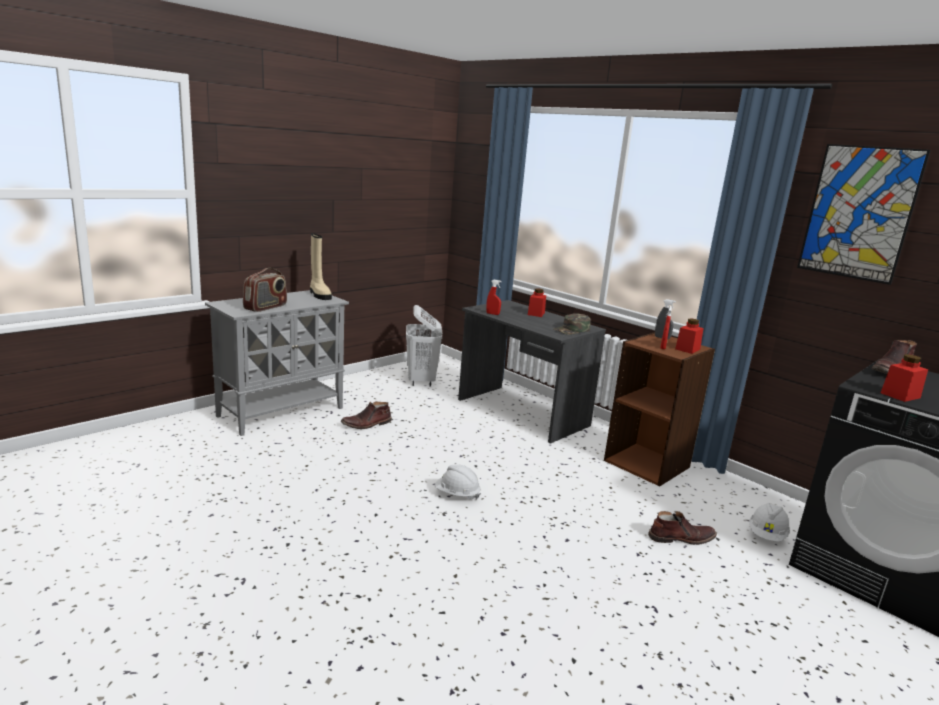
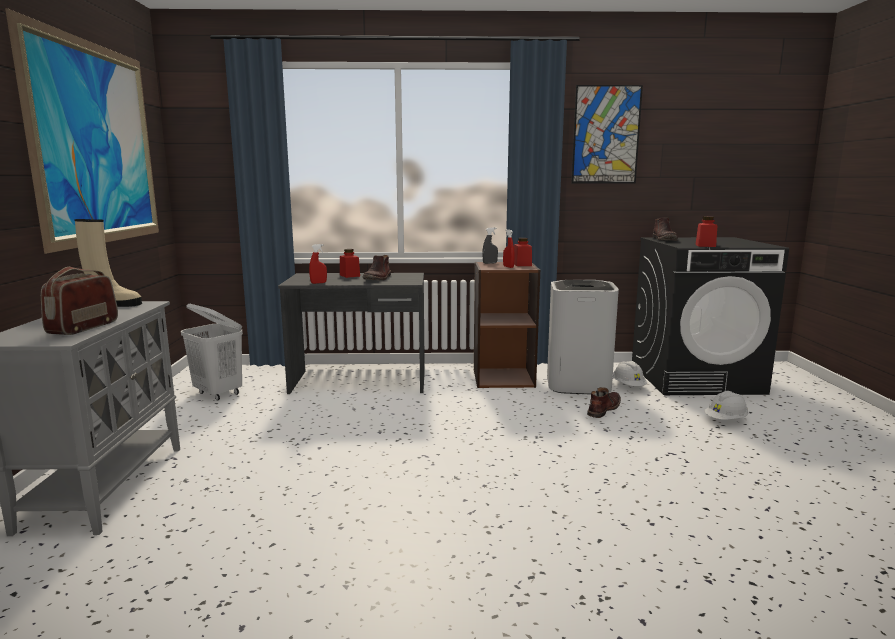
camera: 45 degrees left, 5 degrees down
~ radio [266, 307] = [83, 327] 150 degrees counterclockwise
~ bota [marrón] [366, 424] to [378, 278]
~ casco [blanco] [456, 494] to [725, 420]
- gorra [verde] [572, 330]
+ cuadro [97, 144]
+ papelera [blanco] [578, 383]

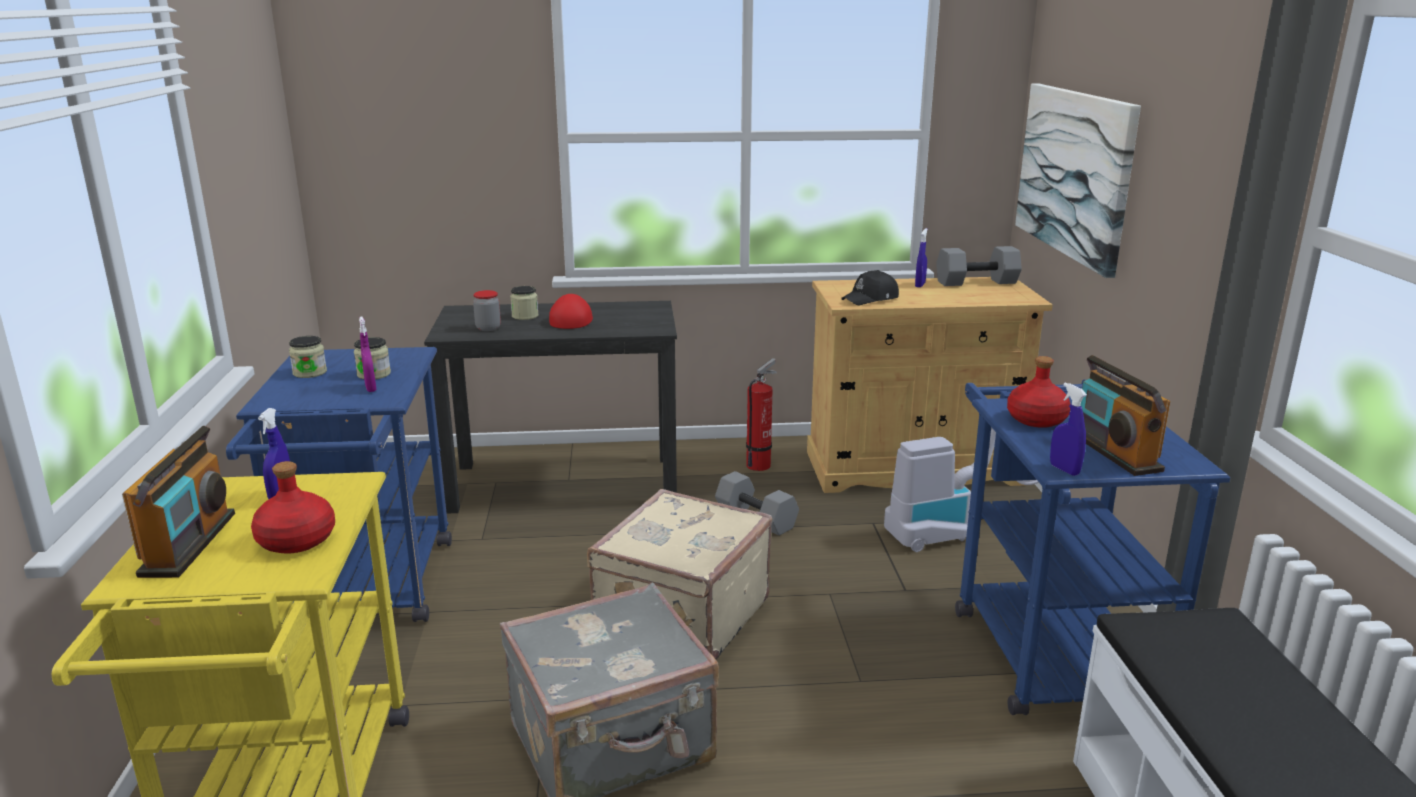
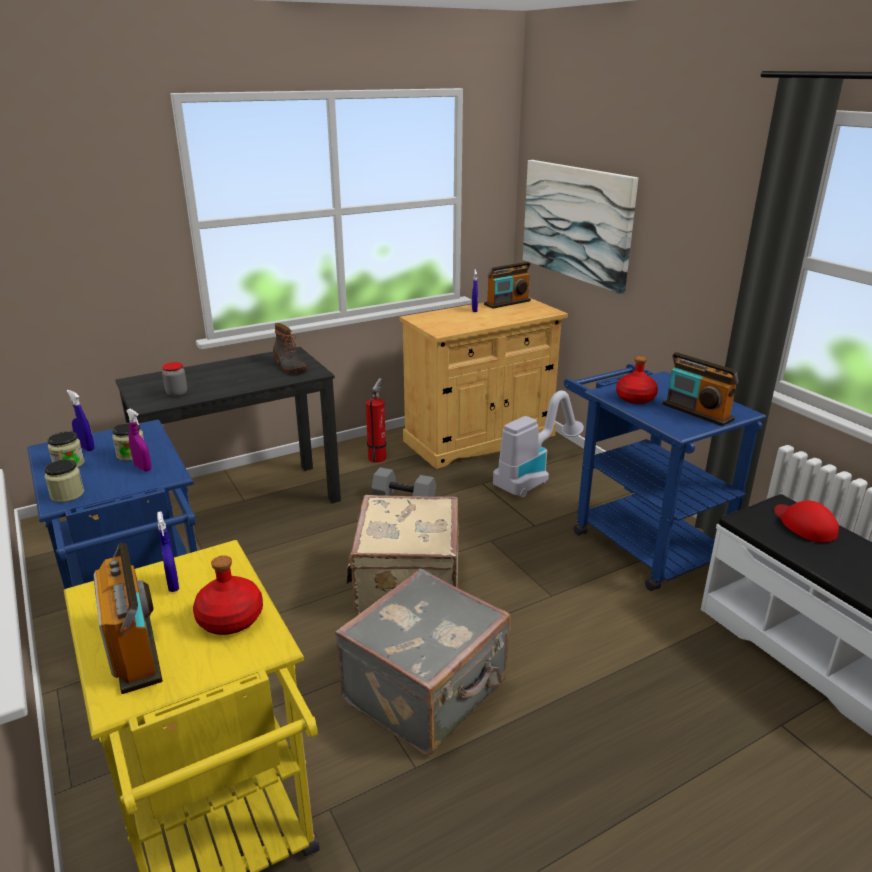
camera: 25 degrees left, 5 degrees up
~ tarro [525, 316] to [67, 494]
~ gorra [rojo] [572, 319] to [804, 524]
- gorra [negro] [871, 299]
~ mancuerna [gris] [977, 282] to radio [507, 303]
~ pulverizador [azul] [1064, 469] to [86, 448]
+ bota [289, 366]

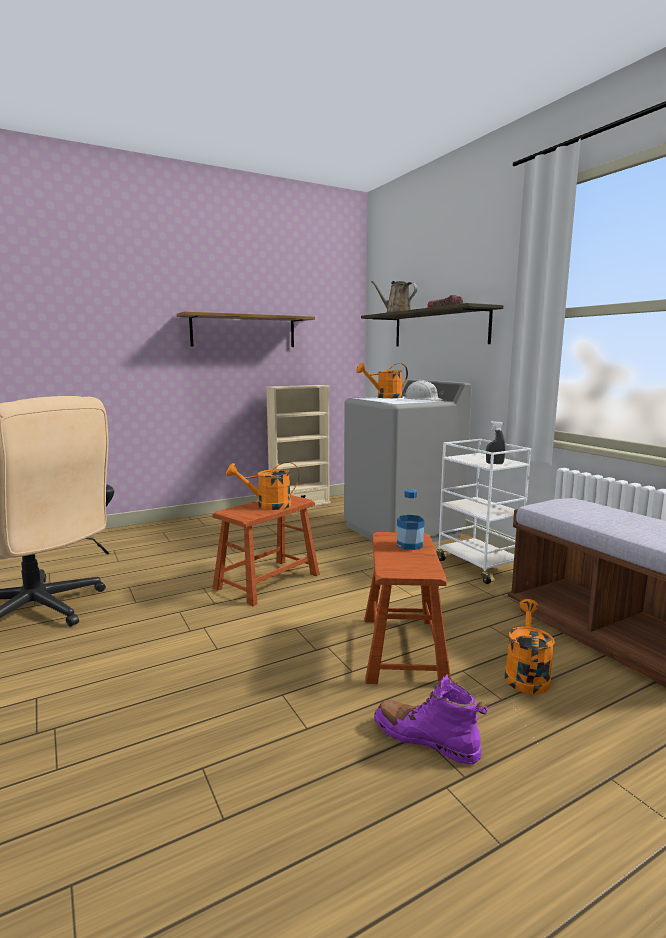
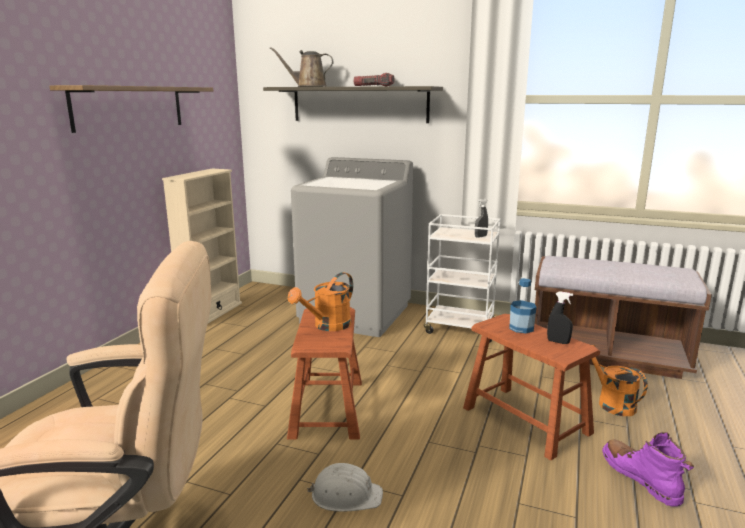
camera: 40 degrees left, 5 degrees up
- regadera [naranja] [385, 397]
~ bota [morado] [426, 739] = [640, 478] 75 degrees clockwise
~ casco [blanco] [423, 400] to [346, 495]
+ pulverizador [negro] [558, 342]

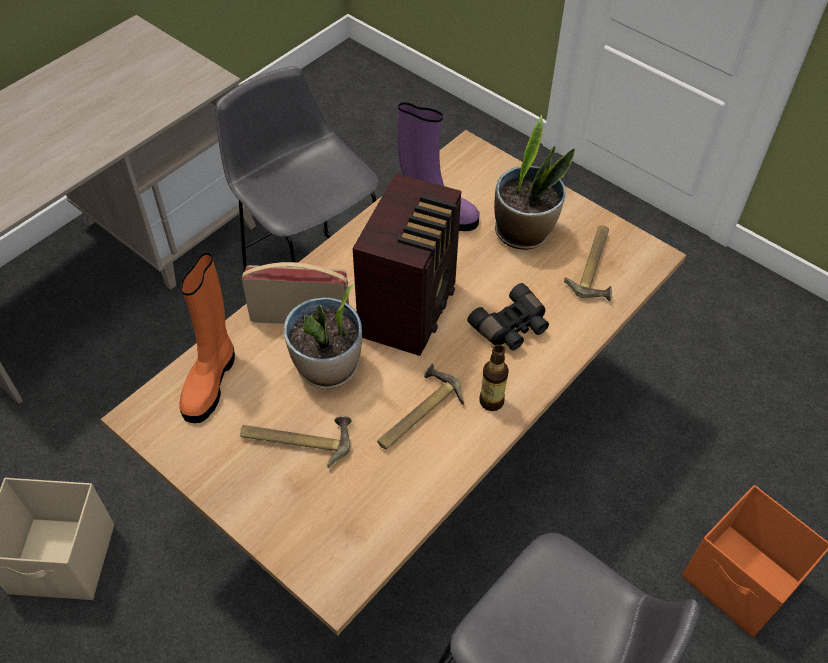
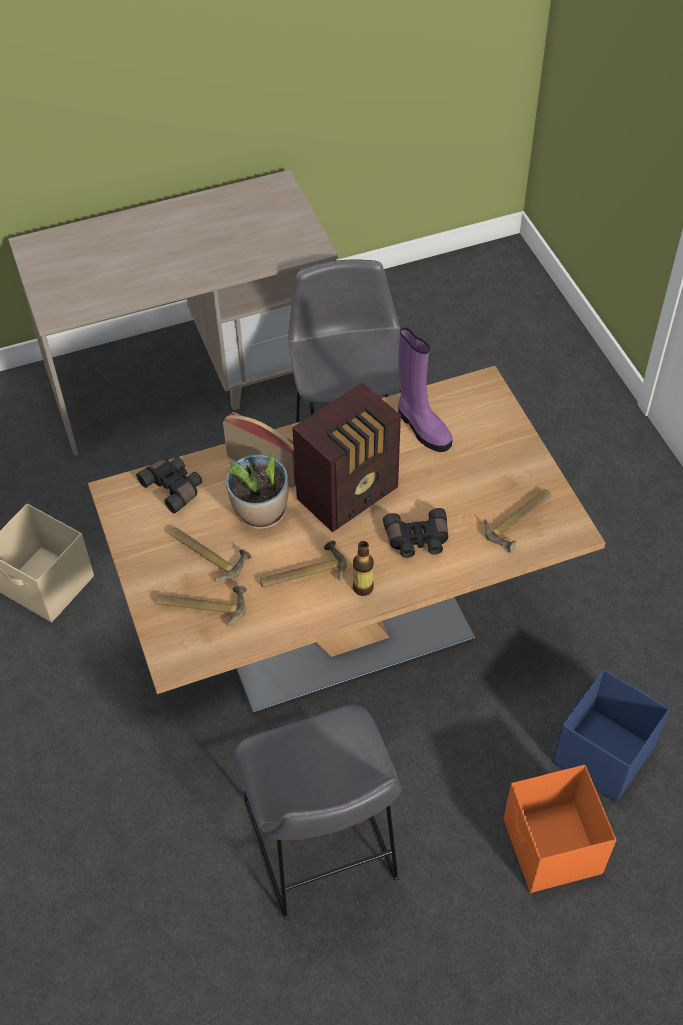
camera: 30 degrees right, 0 degrees up
~ bota [naranja] [210, 381] to prismáticos [negro] [174, 488]
- planta en maceta [523, 232]
+ martillo [202, 604]
+ caja de almacenaje [azul] [602, 756]

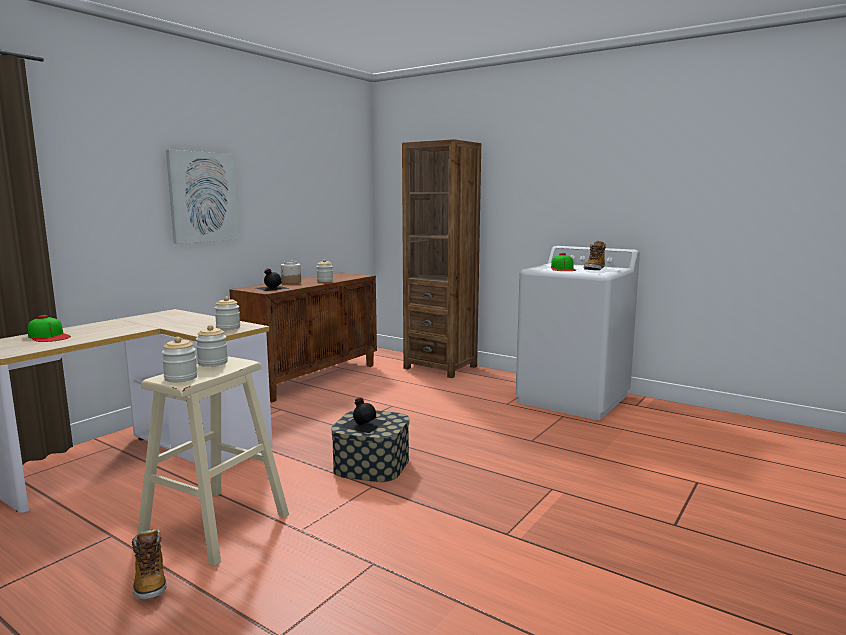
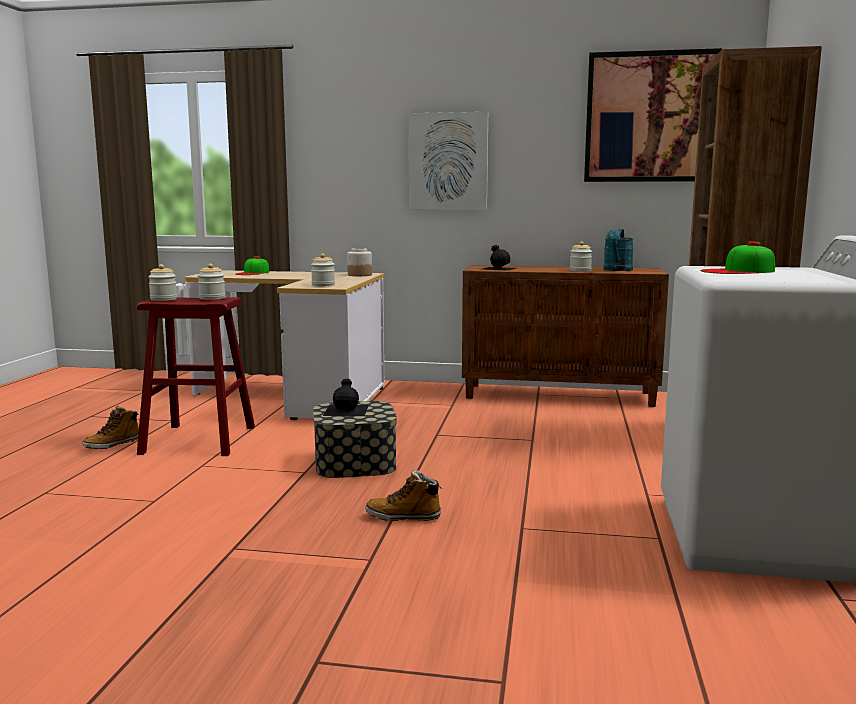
camera: 65 degrees right, 0 degrees up
~ taburete [beis] [215, 525] to taburete [rojo] [198, 440]
~ tarro [291, 282] to [359, 275]
~ bota [594, 269] to [403, 517]
+ cuadro [650, 117]
+ regadera [turquesa] [617, 270]

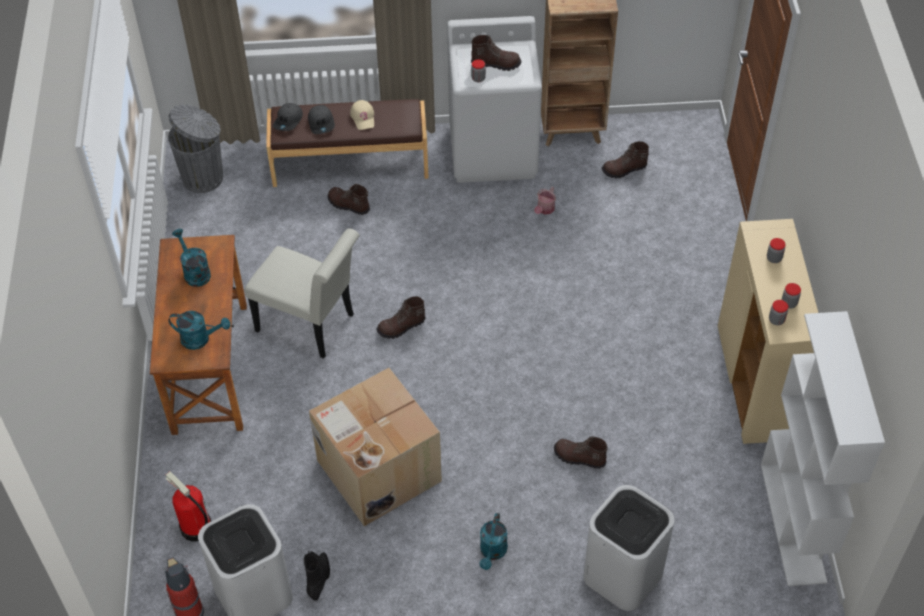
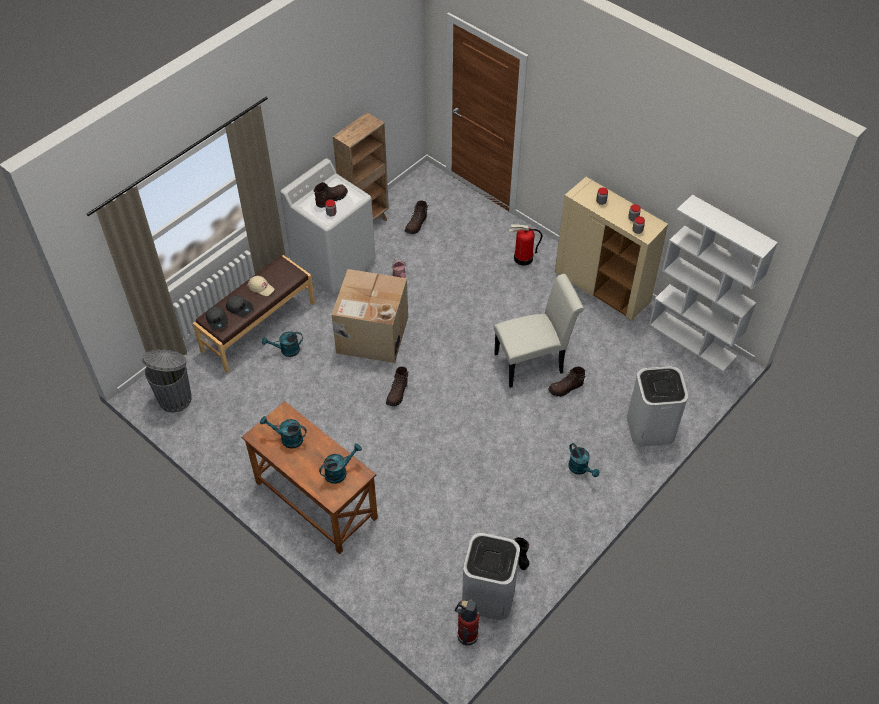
camera: 45 degrees left, 0 degrees up
~ extintor [195, 527] to [523, 258]
~ silla [blanco] [311, 325] to [533, 362]
~ caja de cartón [377, 470] to [371, 335]
~ bota [marrón] [348, 205] to regadera [turquesa] [286, 350]

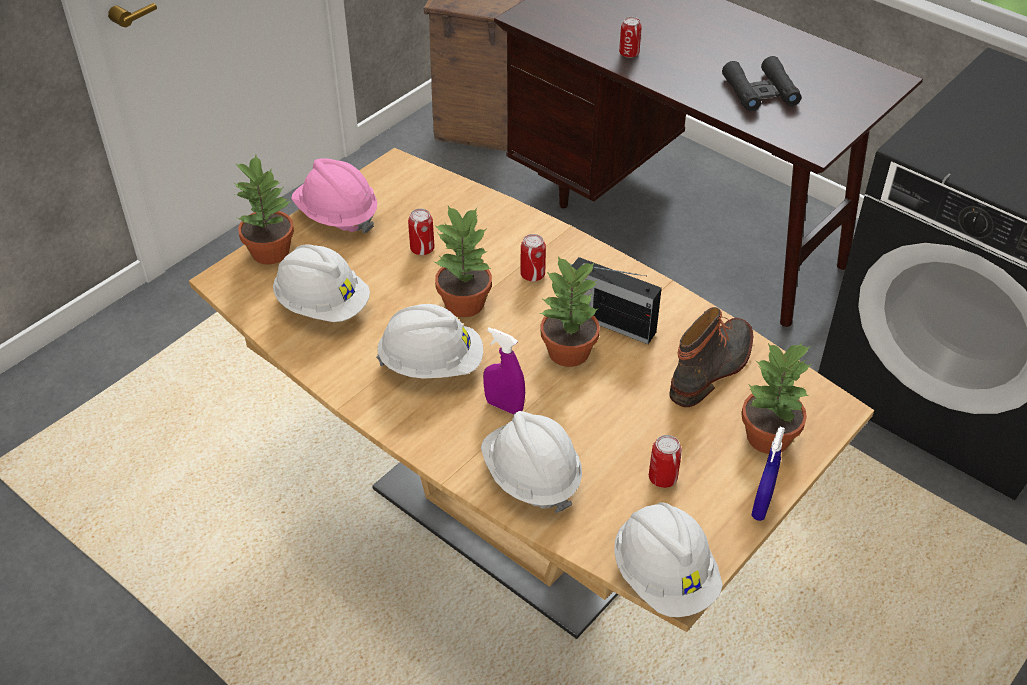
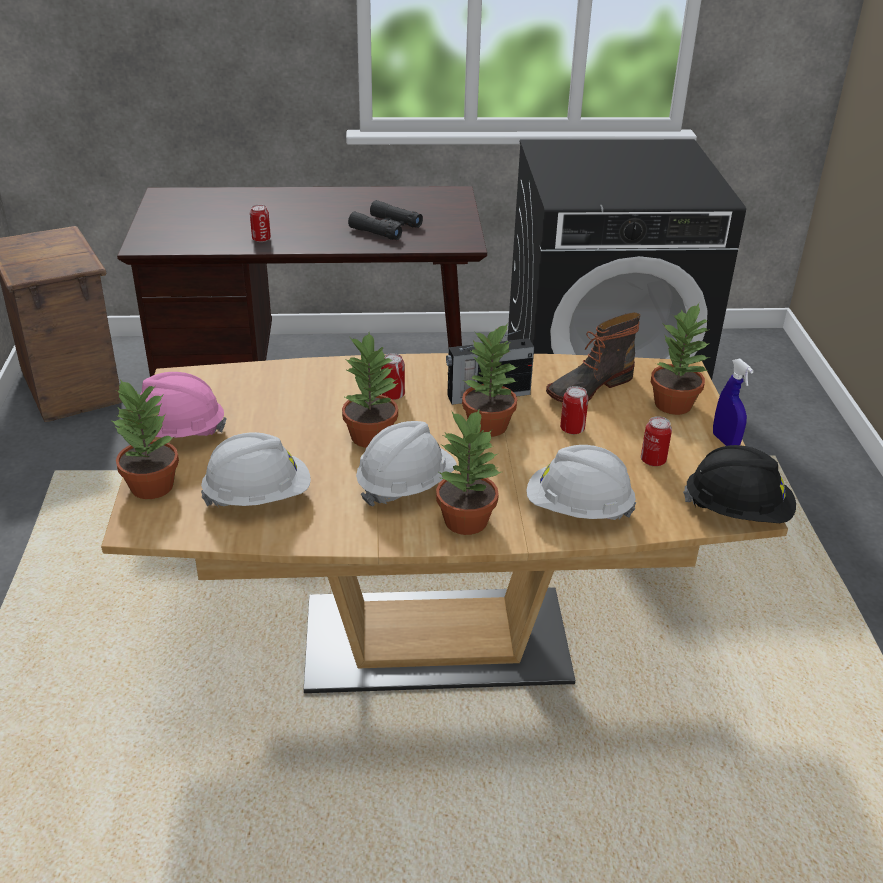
camera: 45 degrees left, 10 degrees down
~ lata [422, 249] to [572, 429]
- pulverizador [morado] [504, 406]
~ casco [blanco] [664, 577] to casco [negro] [737, 511]
~ bota [712, 369] = [588, 387] 120 degrees counterclockwise
+ planta en maceta [465, 520]

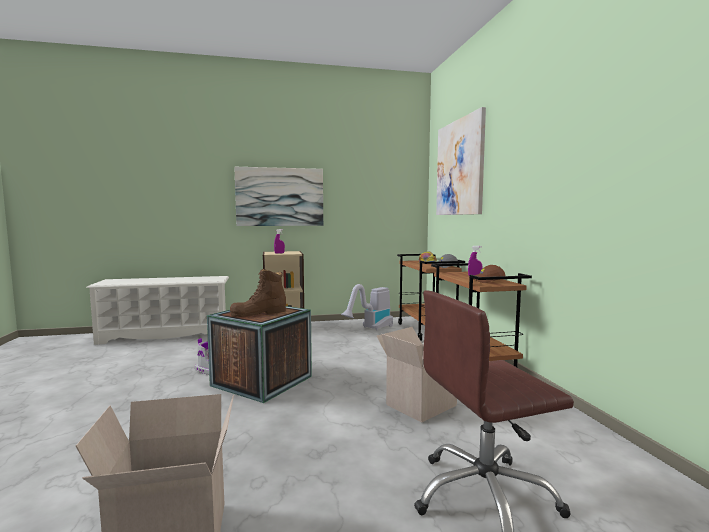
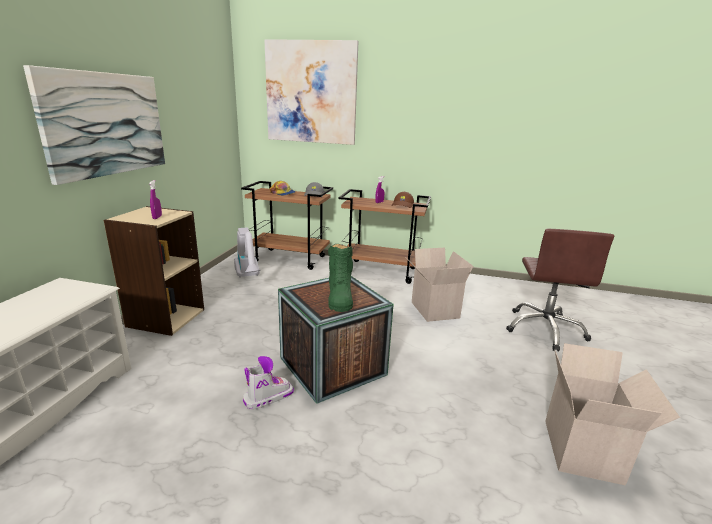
camera: 65 degrees left, 15 degrees up
~ bota [marrón] [259, 313] to bota [verde] [339, 297]

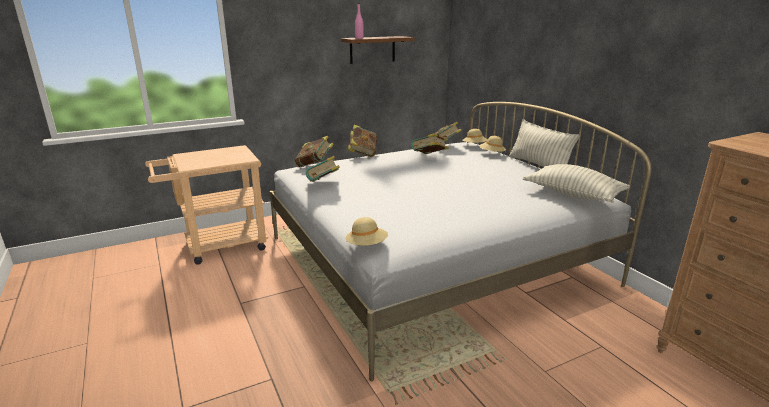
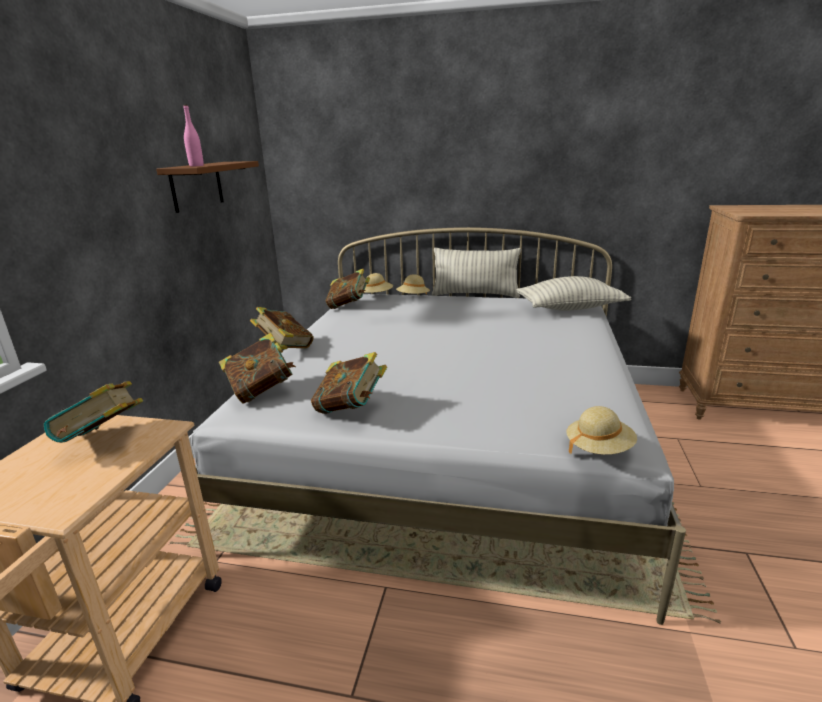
camera: 50 degrees left, 0 degrees up
~ libro [429, 157] to [105, 440]

